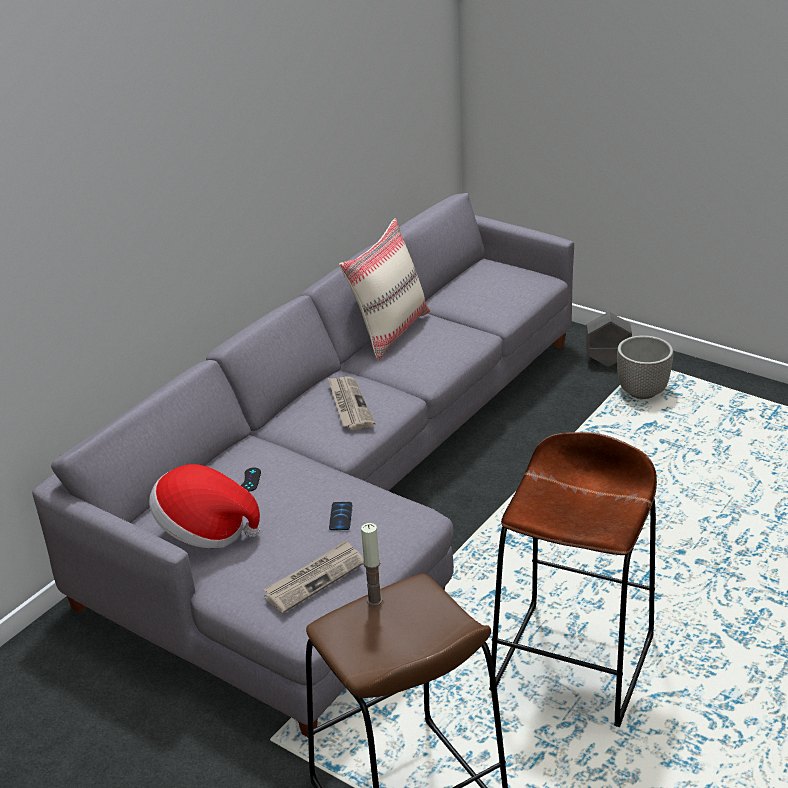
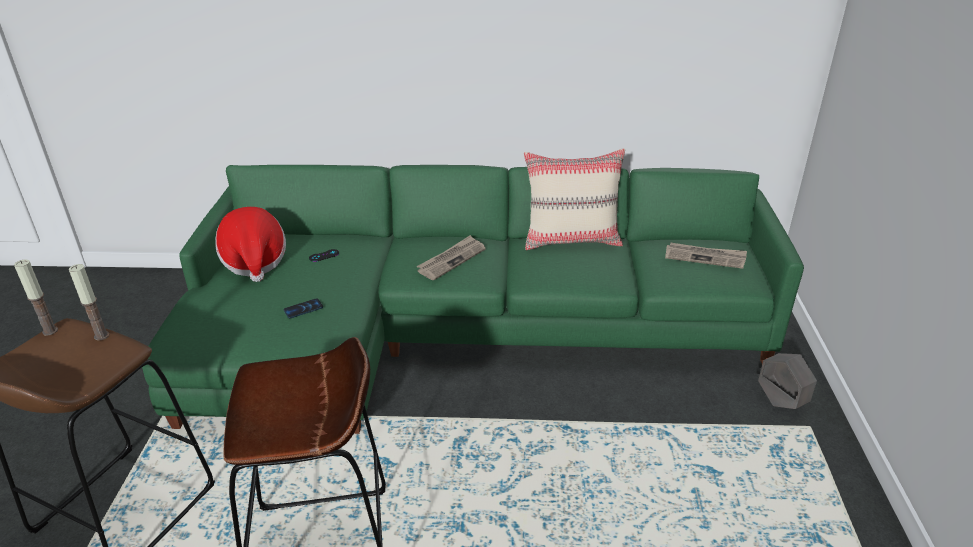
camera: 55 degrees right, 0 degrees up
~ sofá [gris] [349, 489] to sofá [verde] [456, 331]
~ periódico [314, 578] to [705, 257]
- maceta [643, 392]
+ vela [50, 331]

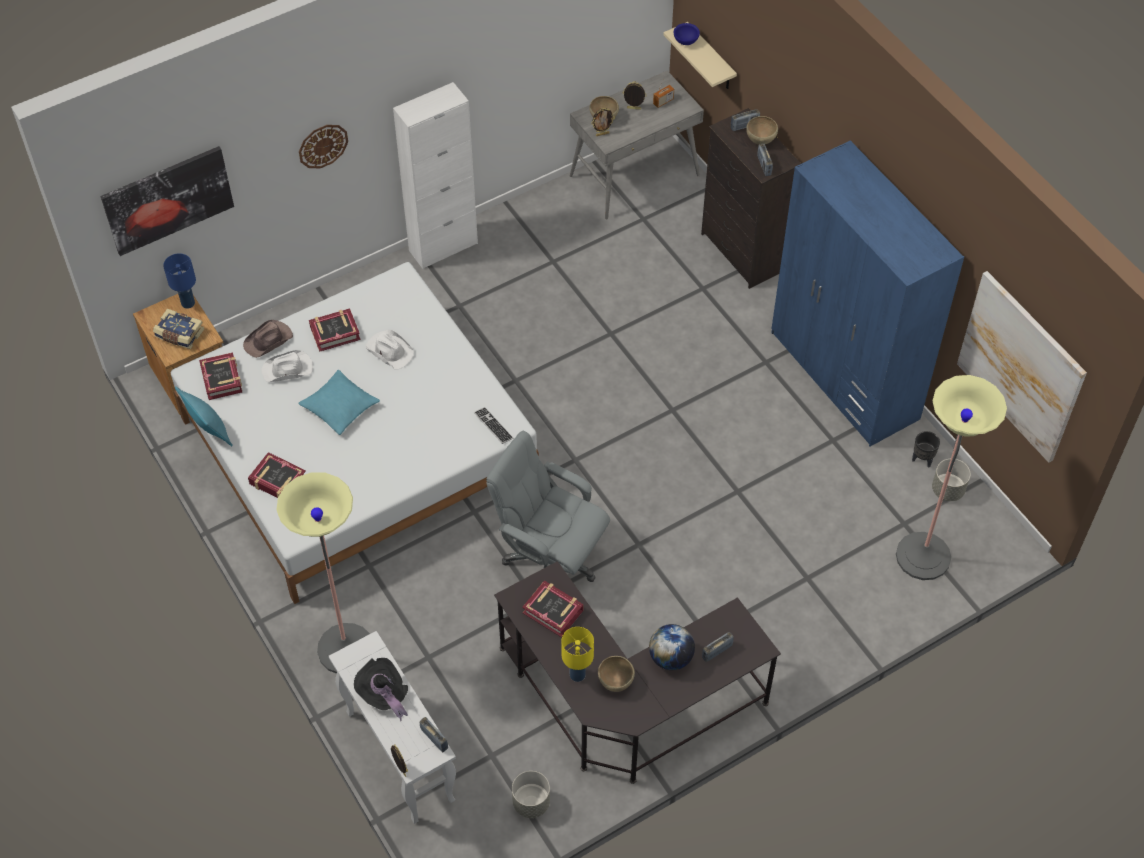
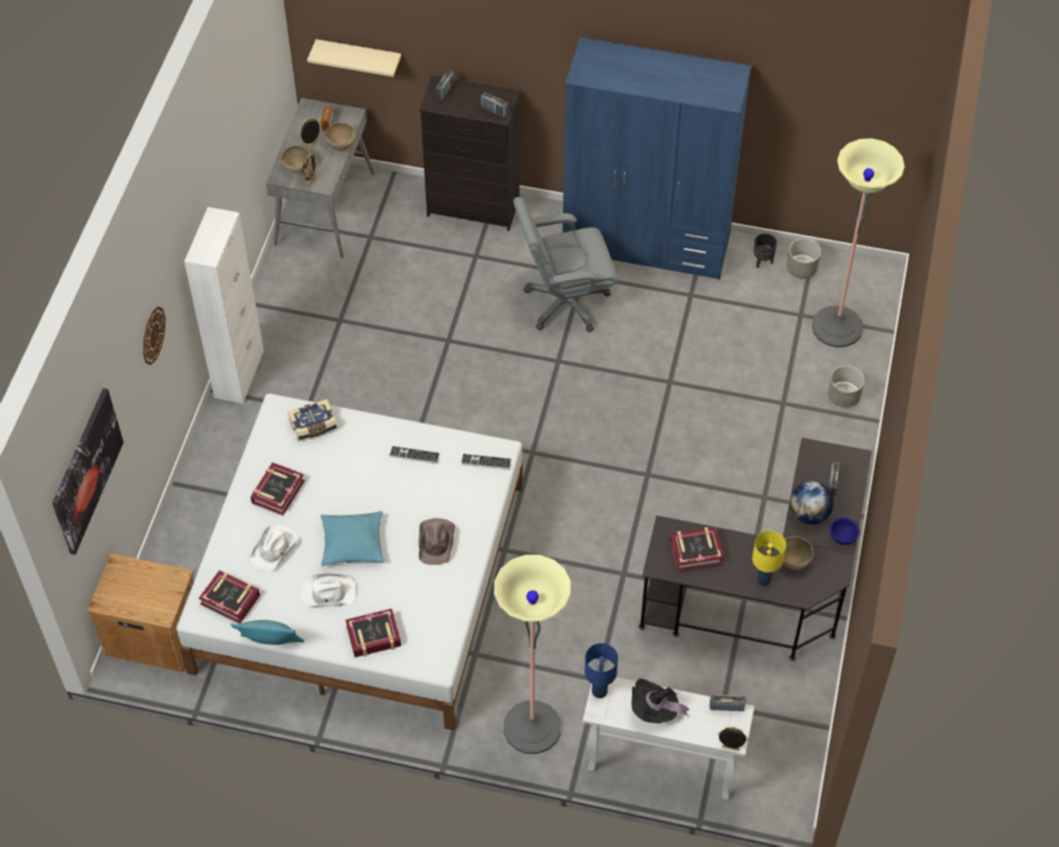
camera: 45 degrees left, 0 degrees up
~ libro [179, 335] to [314, 426]
~ lámpara de mesa [azul] [188, 303] to [600, 691]
~ sombrero [marrón] [268, 340] to [436, 541]
~ sombrero [blanco] [390, 350] to [328, 593]
~ silla de oficina [gris] [550, 558] to [565, 303]
~ maceta [gris] [531, 803] to [843, 397]
~ cuenco [azul] [686, 41] to [843, 537]
~ cuenco [marrón] [760, 140] to [341, 145]
- cuadro [1020, 366]
+ teclado [414, 455]

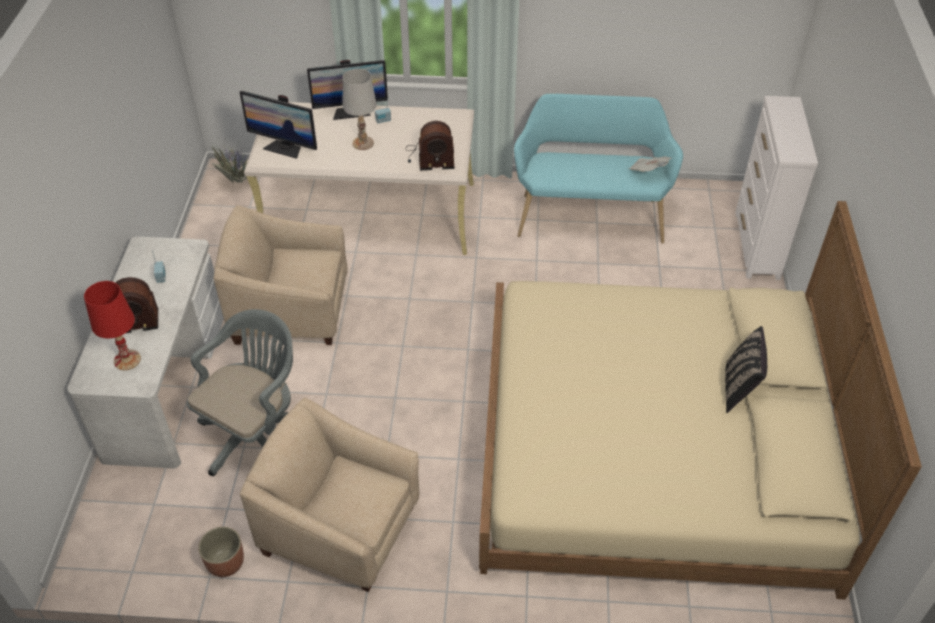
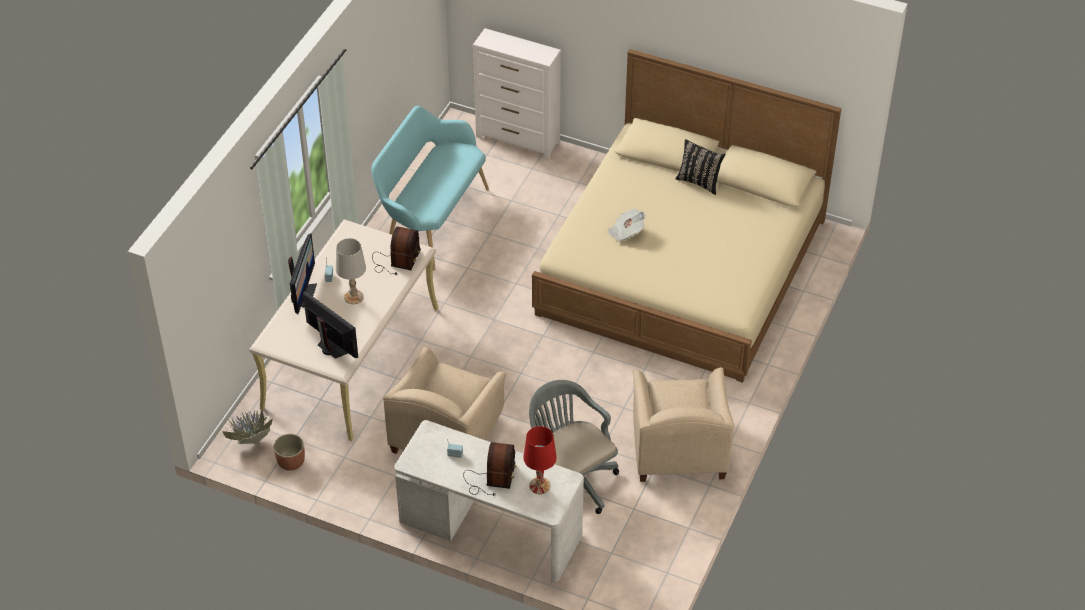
camera: 70 degrees left, 0 degrees up
~ maceta [225, 563] to [291, 462]
~ monitor [285, 148] = [331, 348] 90 degrees counterclockwise
~ sillón [beis] [341, 529] = [678, 447] 45 degrees counterclockwise
~ periódico [648, 172] to [626, 232]

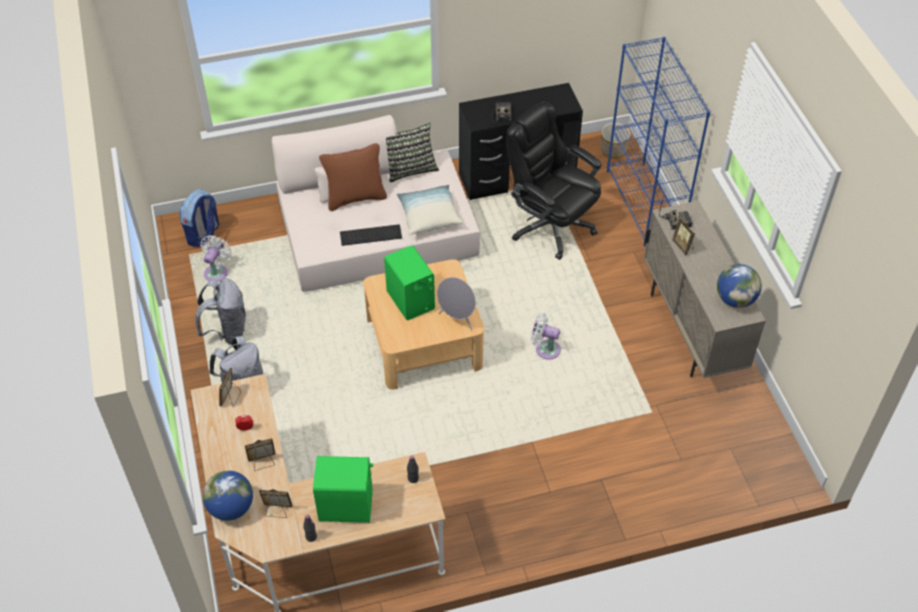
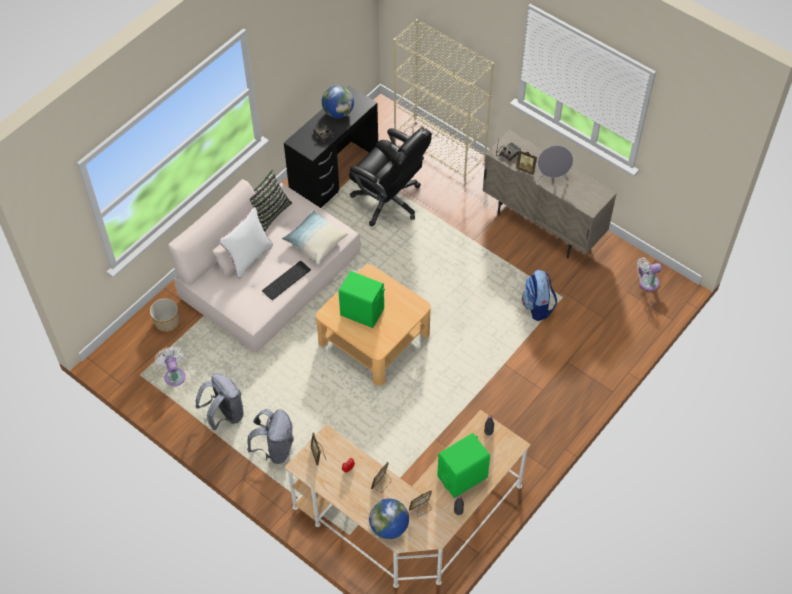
camera: 35 degrees left, 5 degrees up
~ mochila [203, 234] to [538, 307]
~ cojín [marrón] [355, 198] to cojín [blanco] [249, 258]
~ altavoz [gris] [457, 319] to [552, 178]
~ silla de oficina [negro] [550, 225] = [389, 201] 150 degrees counterclockwise
~ ventilador [blanco] [545, 349] to [646, 283]
~ maceta [613, 150] to [167, 322]
~ estantería [azul] [644, 204] to estantería [beis] [440, 149]
~ globo terráqueo [735, 299] to [338, 112]

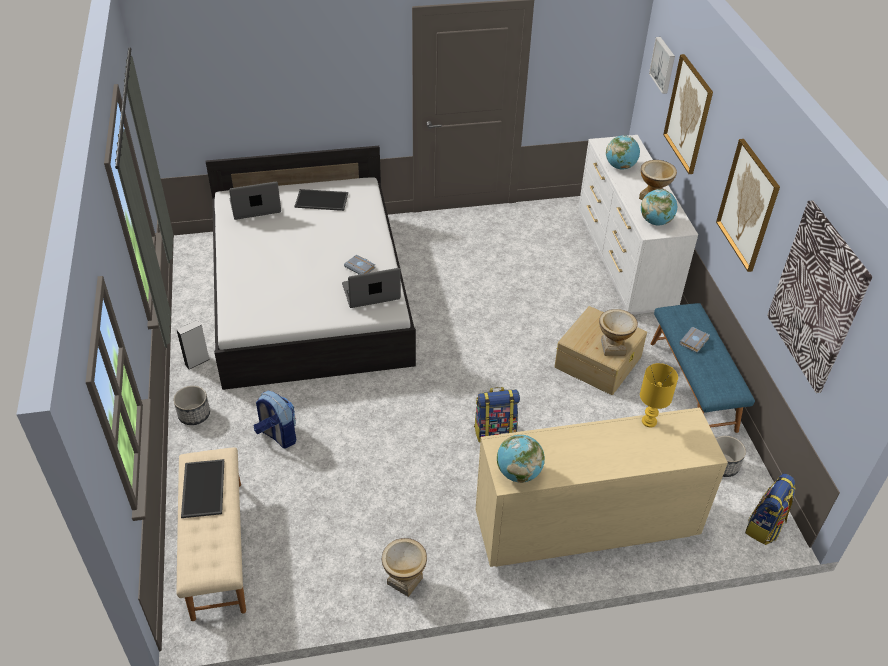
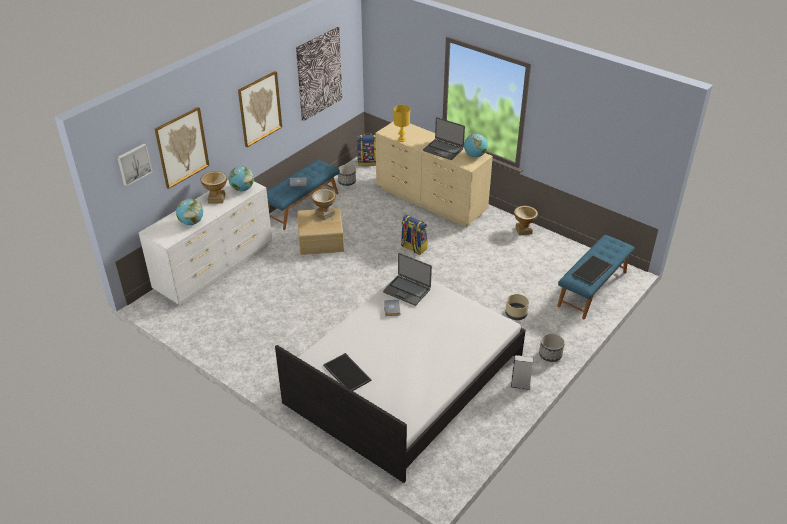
camera: 130 degrees left, 5 degrees down
~ banco [beis] [216, 548] to banco [azul] [593, 289]
~ portátil [255, 207] to [443, 150]
~ mochila [277, 435] to maceta [beis] [516, 314]

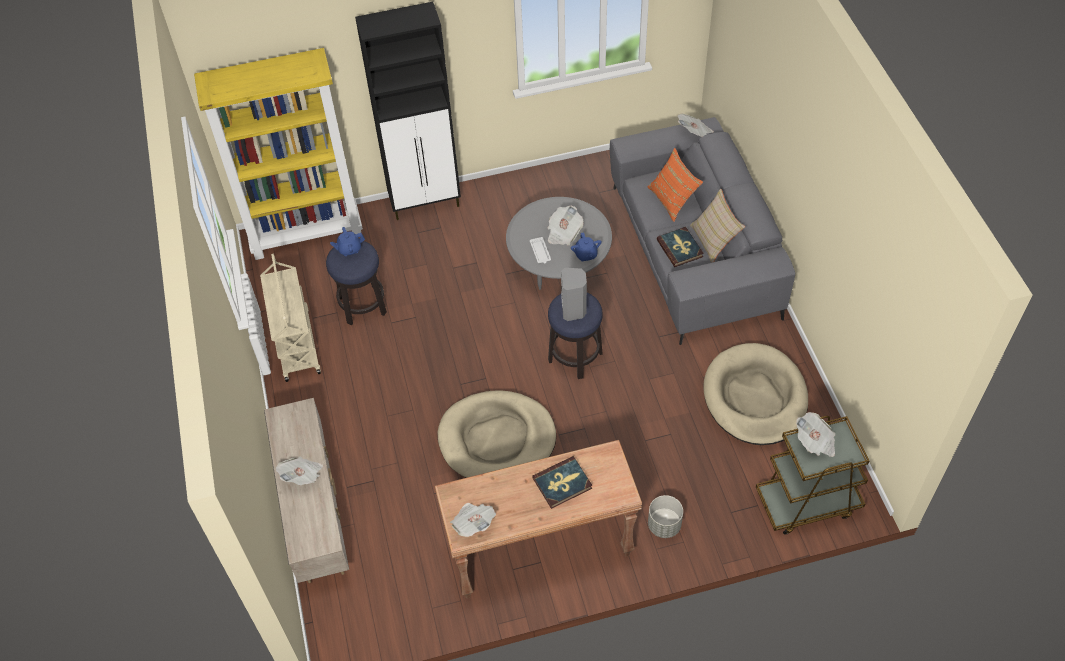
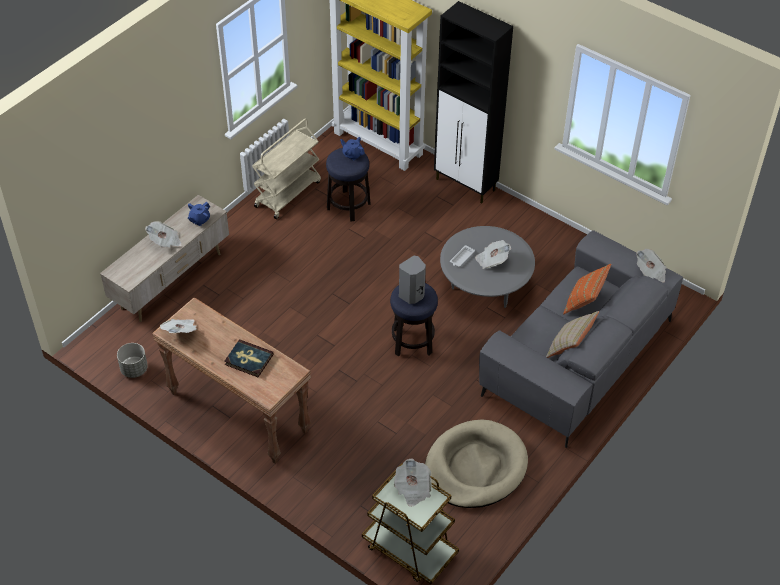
camera: 50 degrees right, 5 degrees down
- cama para perro [beis] [497, 439]
~ tetera [azul] [586, 255] to [199, 220]
~ maceta [gris] [664, 525] to [134, 369]
- libro [680, 248]

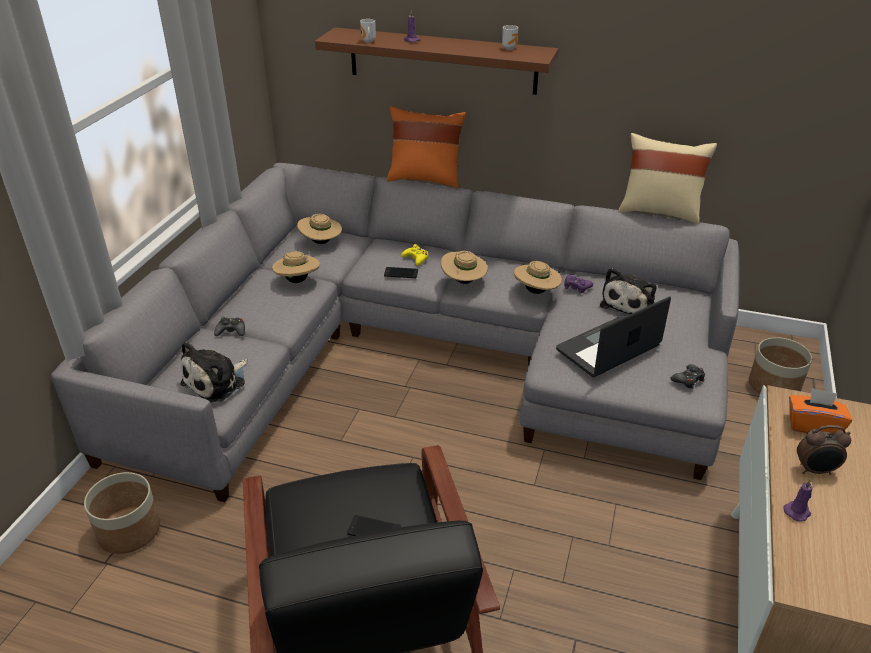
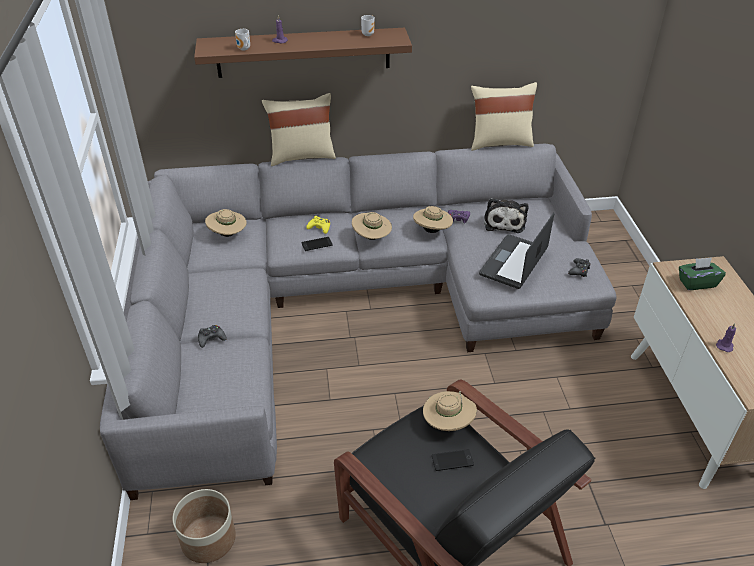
camera: 25 degrees left, 5 degrees up
- peluche [217, 382]
~ sombrero [beis] [298, 280] to [448, 423]
~ cojín [naranja] [425, 179] to cojín [beis] [302, 156]
- maceta [774, 386]
~ caja de pañuelos [naranja] [812, 425] to caja de pañuelos [verde] [696, 283]
- despertador [815, 470]

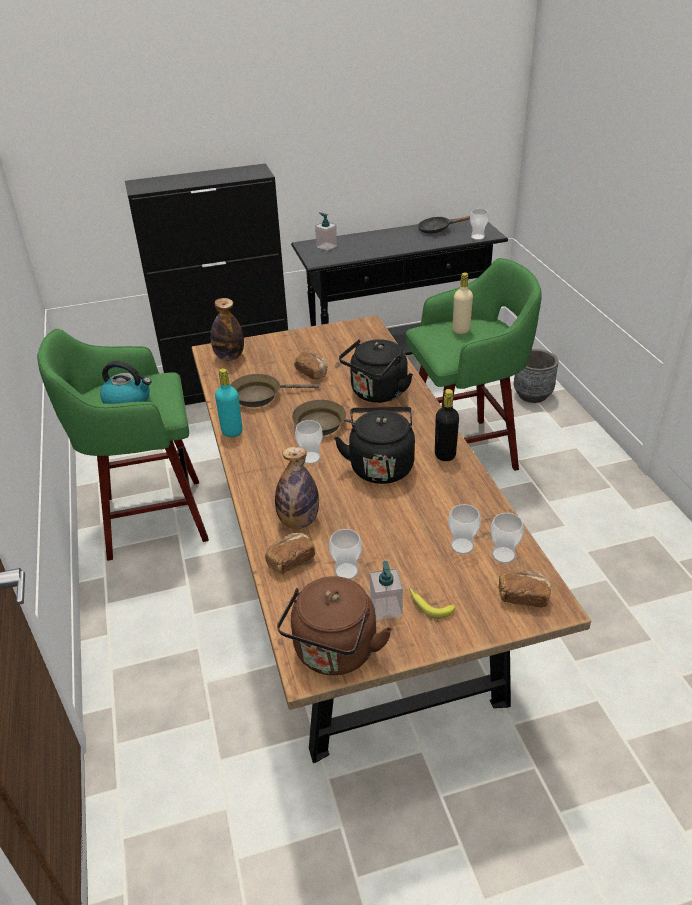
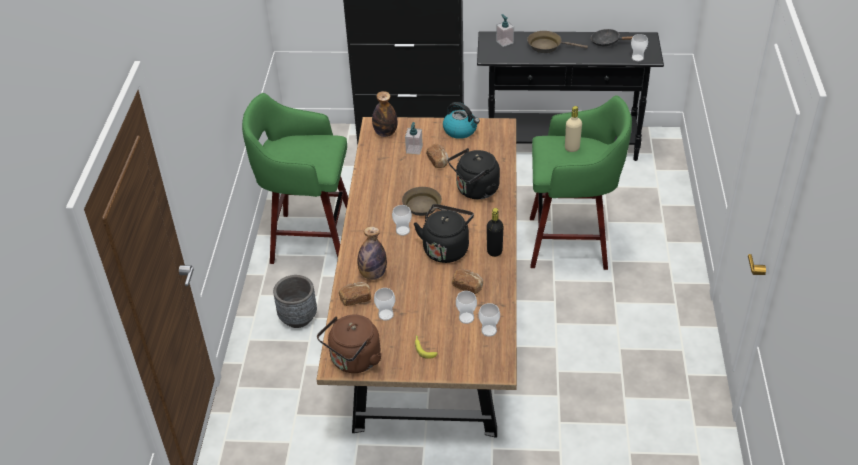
camera: 20 degrees right, 5 degrees up
~ hervidor [128, 401] to [460, 130]
- botella [turquesa] [232, 432]
~ sartén [marrón] [260, 395] to [547, 46]
~ dispensador de jabón [386, 608] to [414, 149]
~ pan [523, 596] to [467, 286]
~ maceta [gris] [532, 395] to [298, 318]

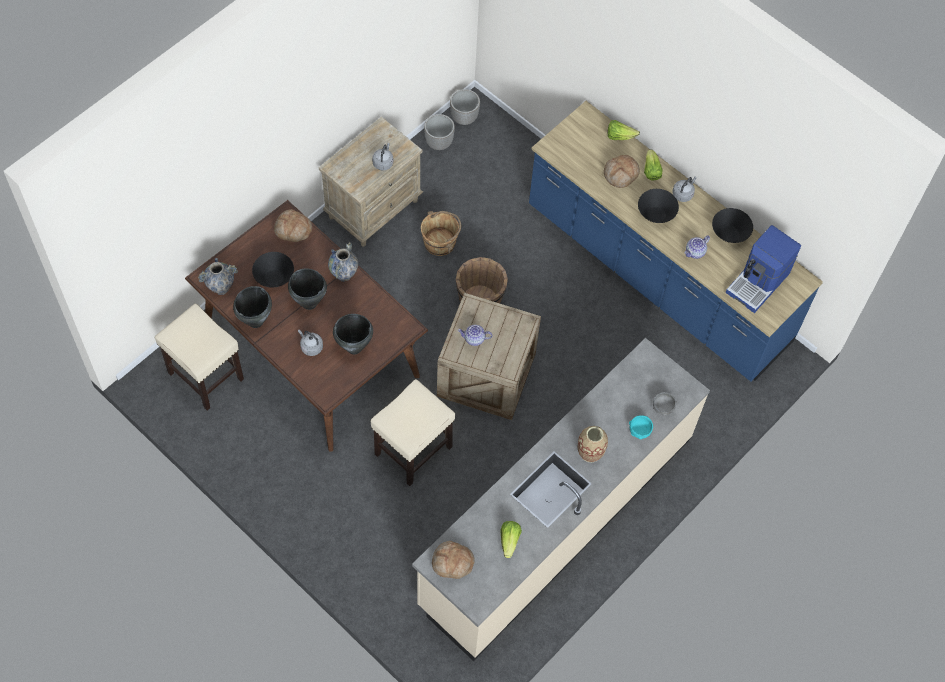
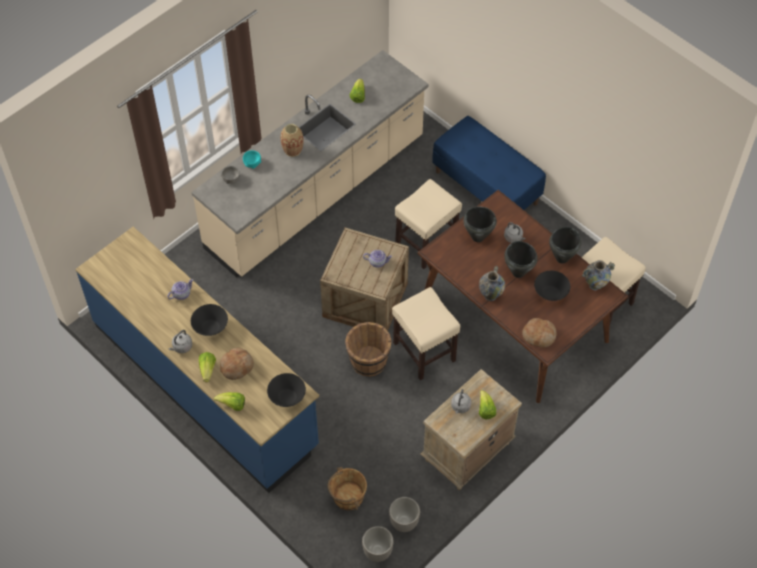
camera: 175 degrees left, 5 degrees down
~ cubo [marrón] [440, 242] to [347, 496]
- pan [452, 563]
~ cuenco [negro] [729, 234] to [287, 397]
- cafetera [759, 282]
+ taburete [beis] [423, 351]
+ banco [azul] [487, 187]
+ lechuga [485, 410]

